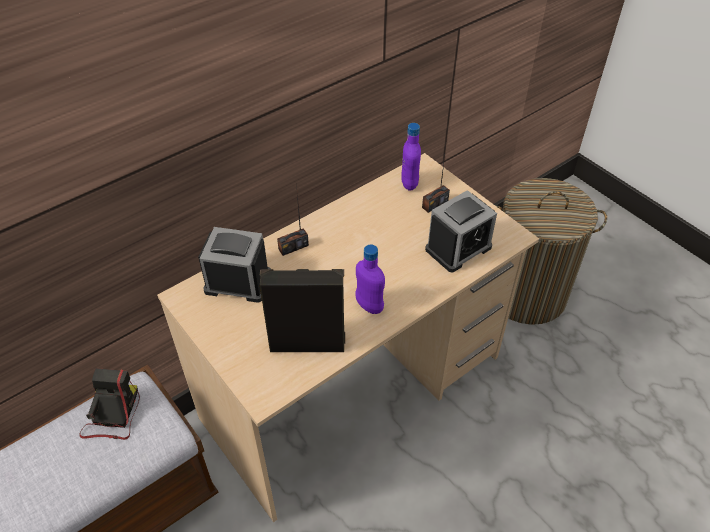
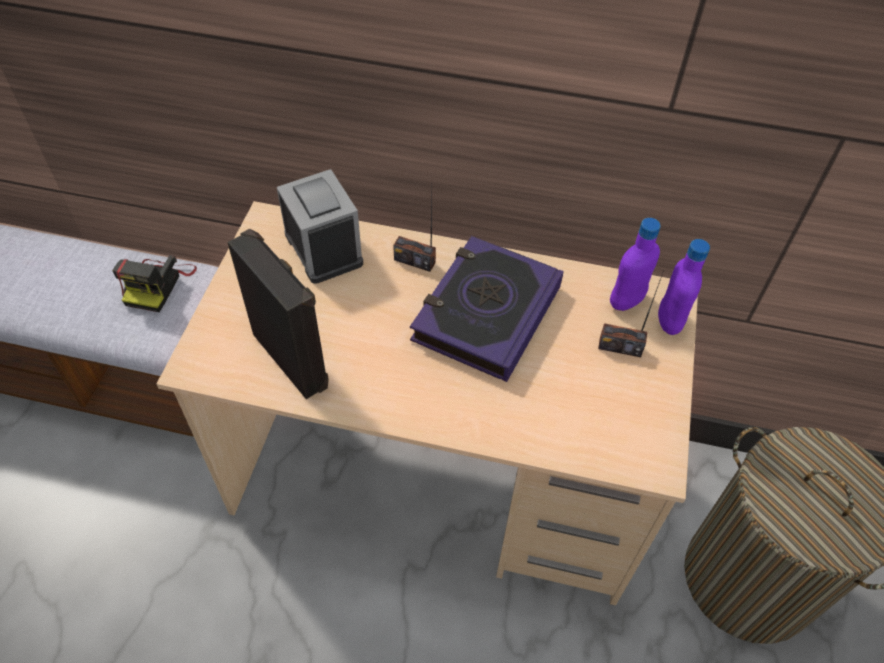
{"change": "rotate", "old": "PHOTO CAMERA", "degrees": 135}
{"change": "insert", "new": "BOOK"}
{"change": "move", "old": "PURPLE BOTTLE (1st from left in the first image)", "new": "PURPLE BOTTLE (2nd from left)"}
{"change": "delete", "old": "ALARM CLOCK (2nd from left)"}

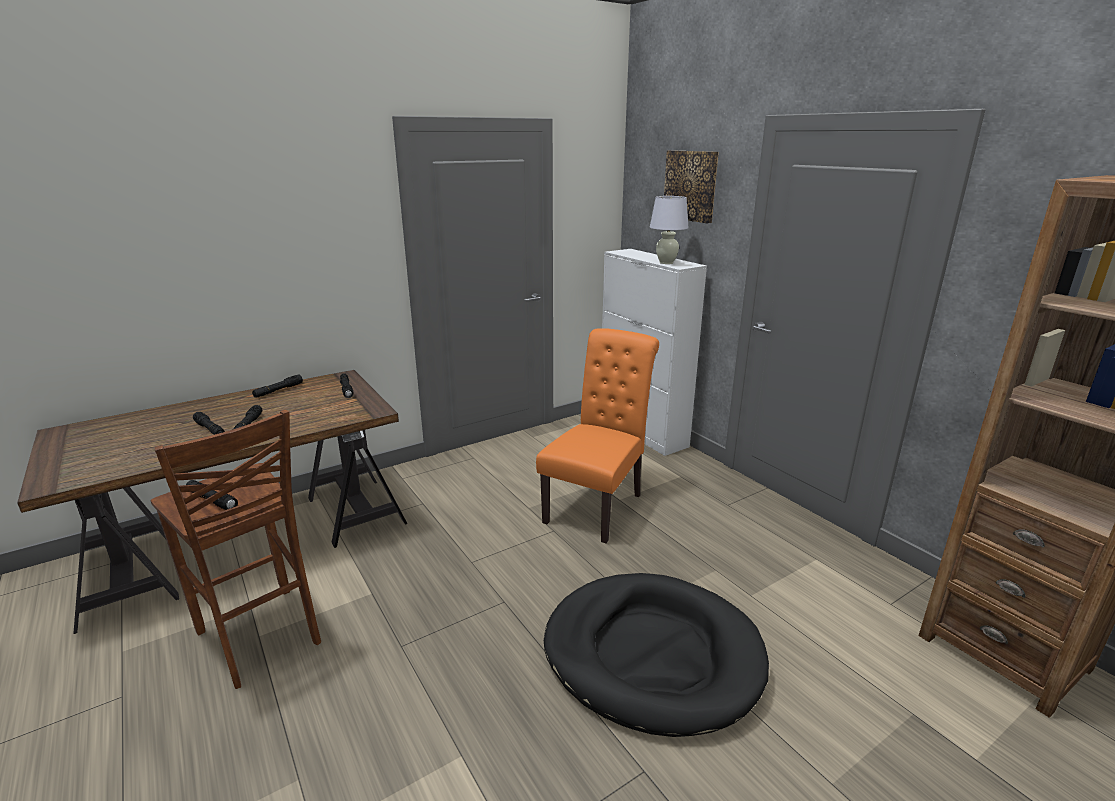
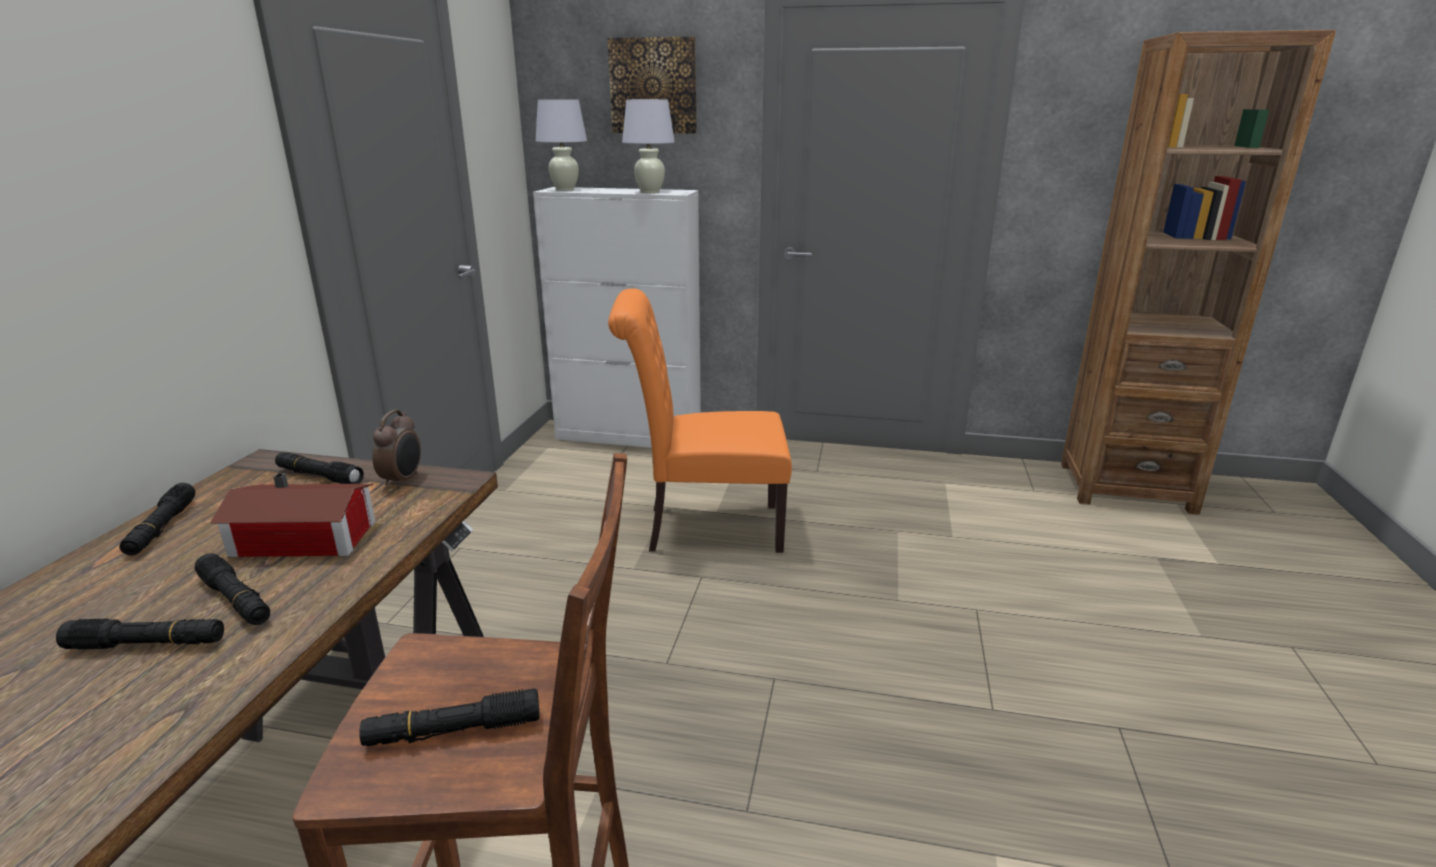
{"change": "insert", "new": "TOY HOUSE"}
{"change": "insert", "new": "ALARM CLOCK"}
{"change": "insert", "new": "WHITE TABLE LAMP (1st from left)"}
{"change": "rotate", "old": "ORANGE CHAIR", "degrees": -75}
{"change": "delete", "old": "BLACK DOG BED"}

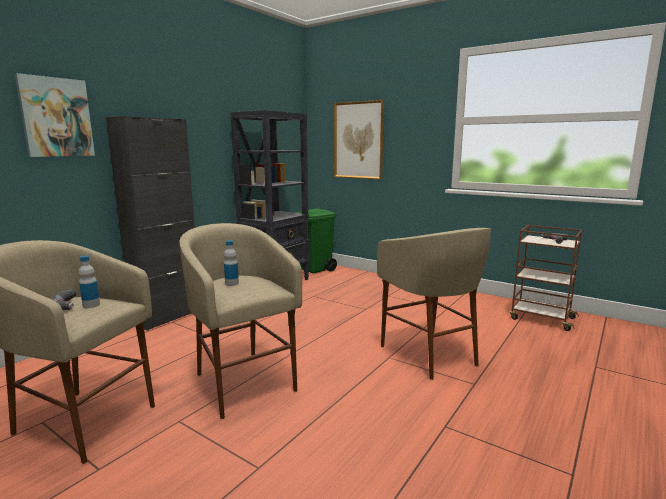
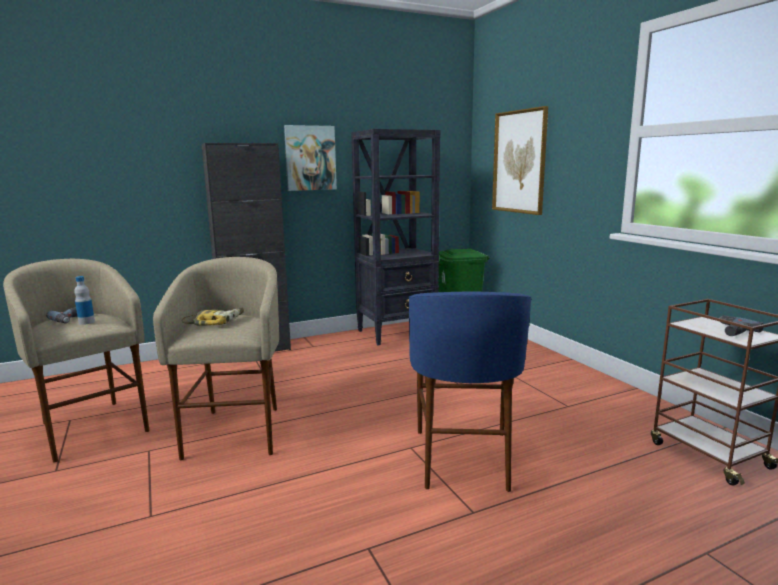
{"change": "replace", "old": "BOTTLE (2nd from left)", "new": "POWER DRILL (2nd from left)"}
{"change": "move", "old": "PICTURE (1st from left)"}
{"change": "recolor", "old": "BEIGE STOOL (3rd from left)", "new": "BLUE STOOL"}

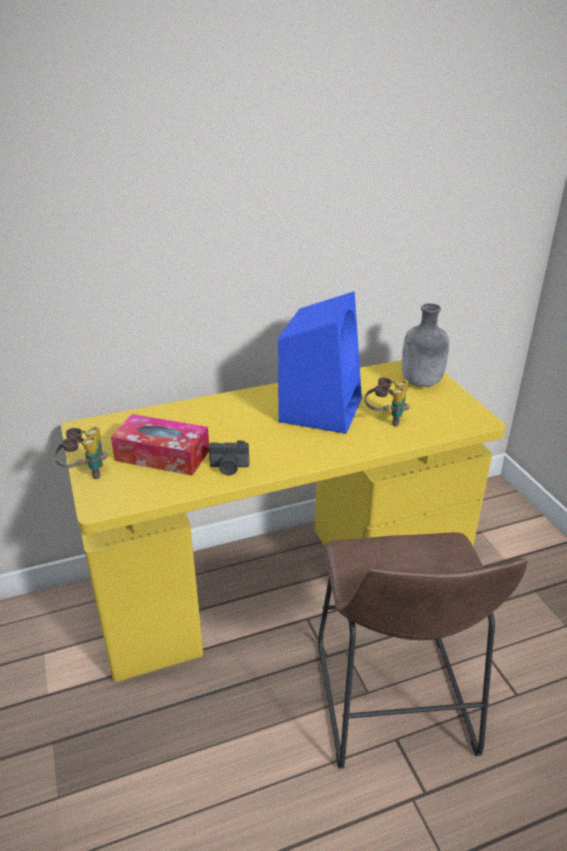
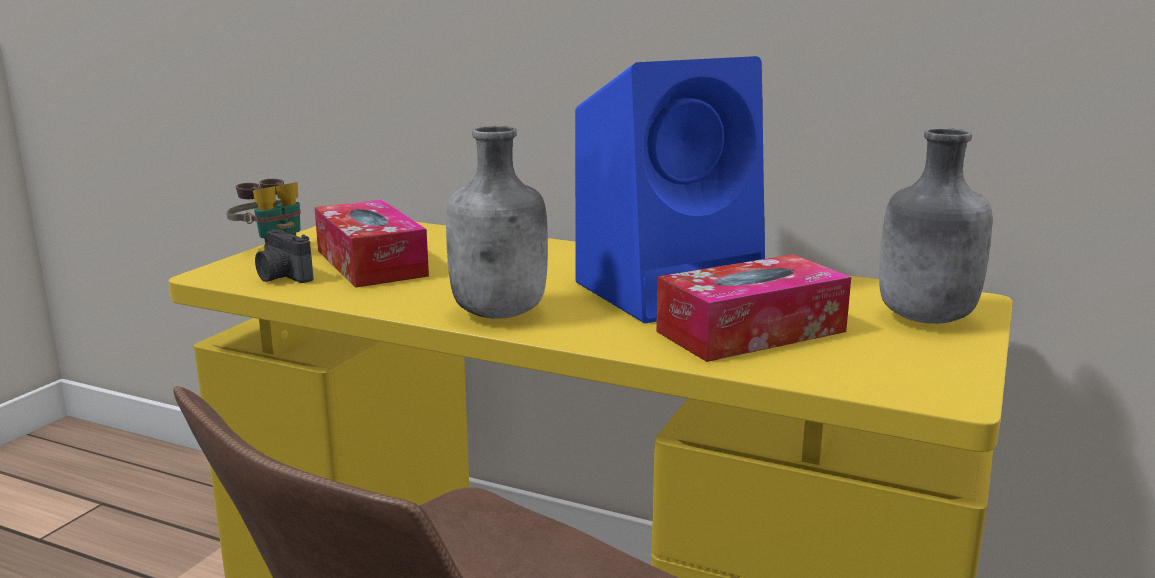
{"change": "move", "old": "PHOTO CAMERA"}
{"change": "insert", "new": "GREY BOTTLE (1st from left)"}
{"change": "replace", "old": "BINOCULARS (2nd from left)", "new": "TISSUE BOX (2nd from left)"}

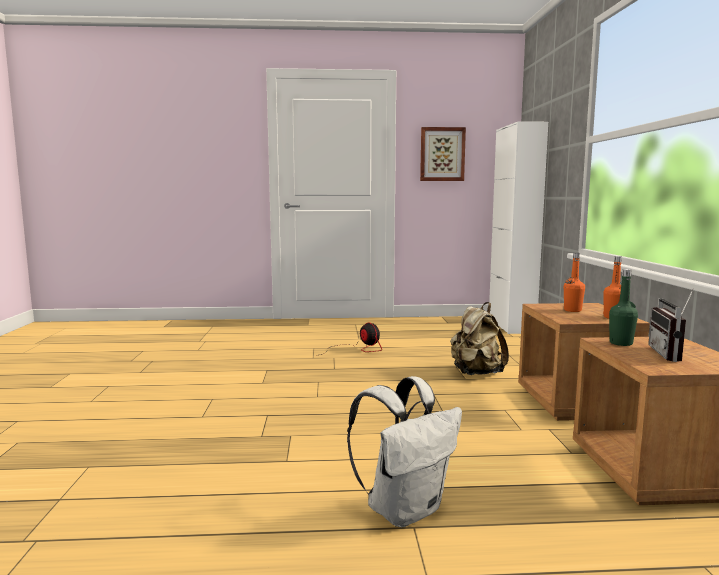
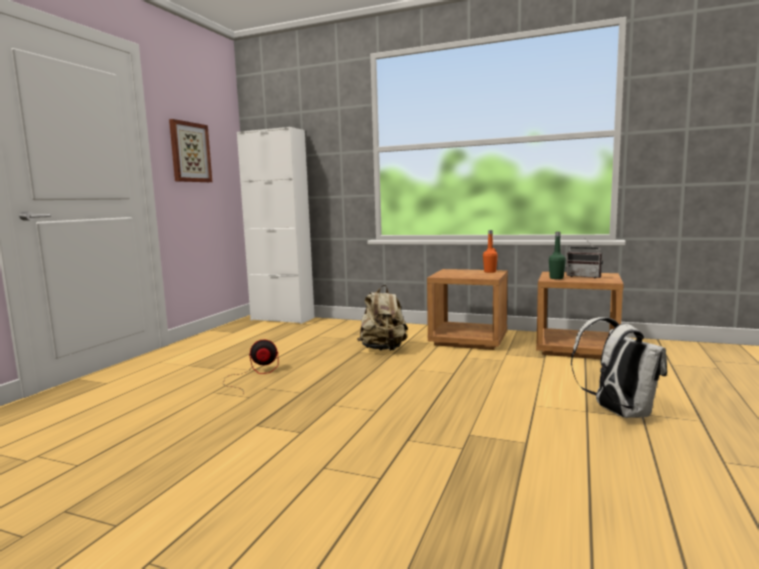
{"change": "delete", "old": "ORANGE BOTTLE (1st from left)"}

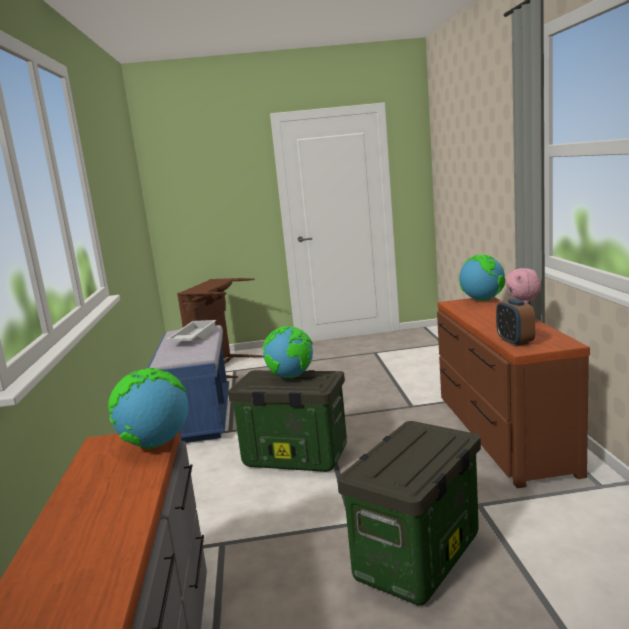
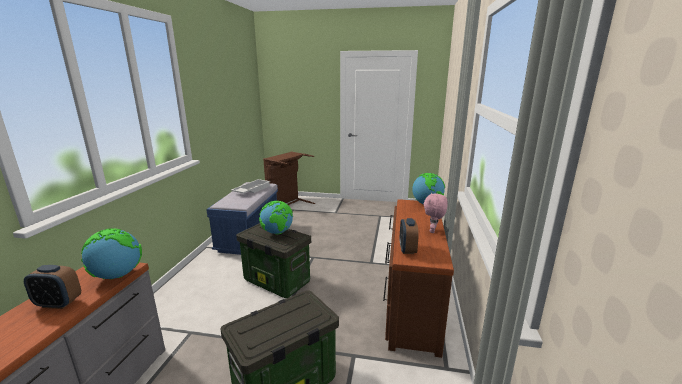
{"change": "insert", "new": "ALARM CLOCK (1st from left)"}

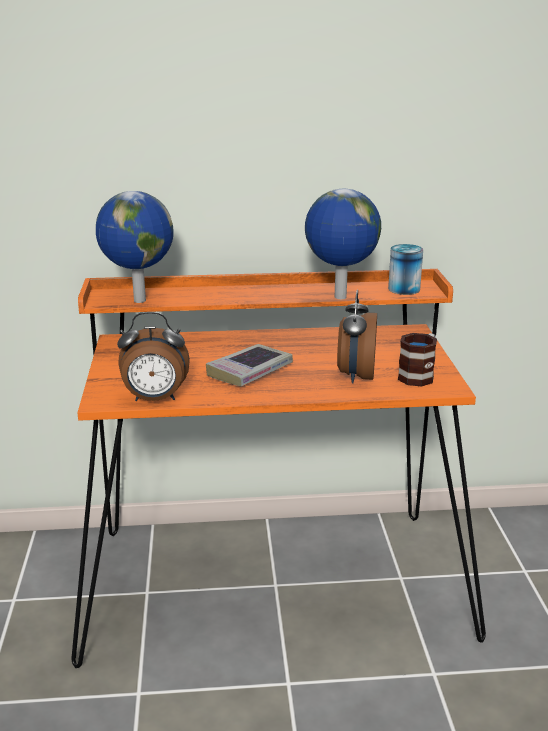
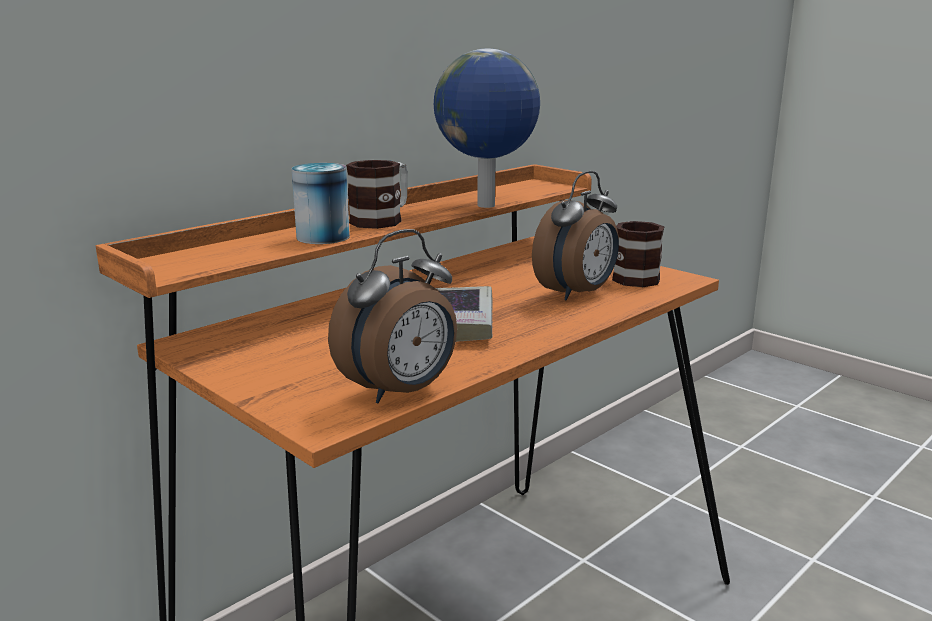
{"change": "move", "old": "CAN"}
{"change": "insert", "new": "MUG (1st from left)"}
{"change": "rotate", "old": "ALARM CLOCK (2nd from left)", "degrees": -105}
{"change": "delete", "old": "GLOBE (1st from left)"}

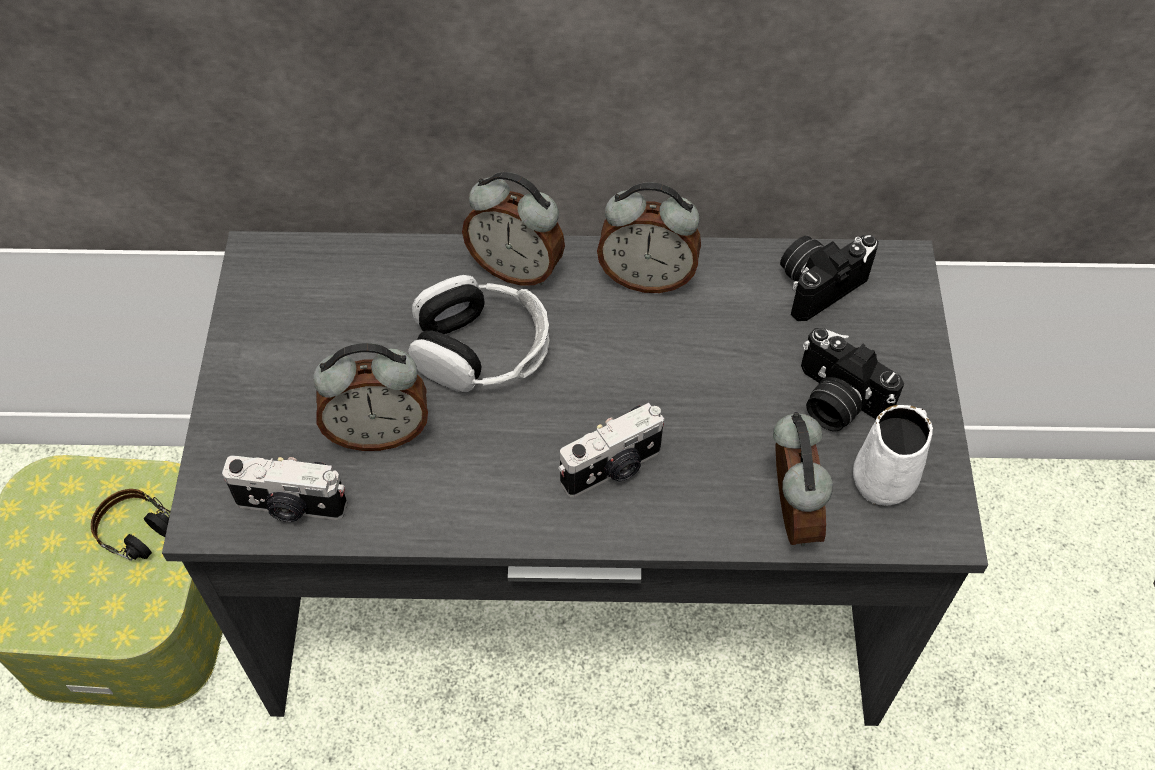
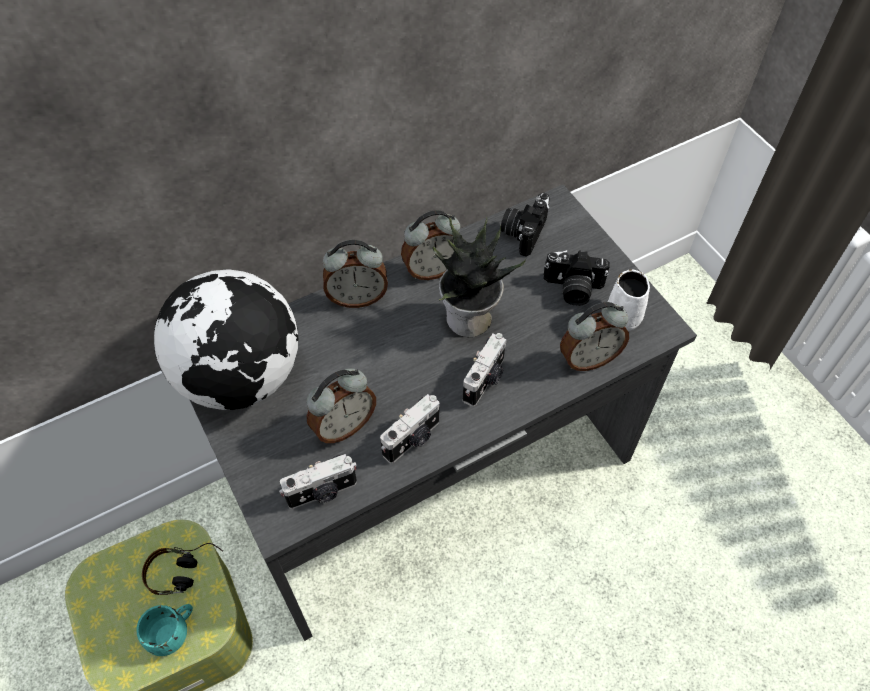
{"change": "insert", "new": "TURQUOISE MUG"}
{"change": "insert", "new": "GLOBE"}
{"change": "insert", "new": "PHOTO CAMERA (2nd from left)"}
{"change": "insert", "new": "POTTED PLANT"}
{"change": "rotate", "old": "ALARM CLOCK (4th from left)", "degrees": 105}
{"change": "delete", "old": "HEADPHONES (2nd from left)"}

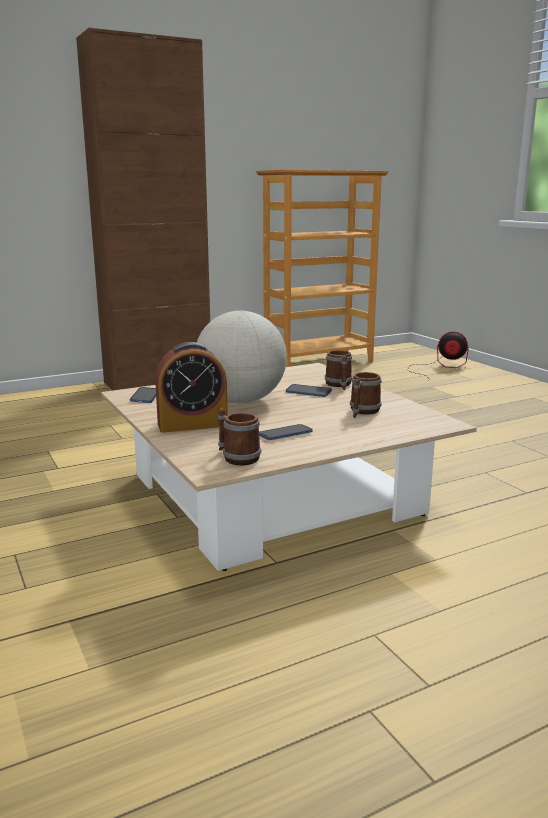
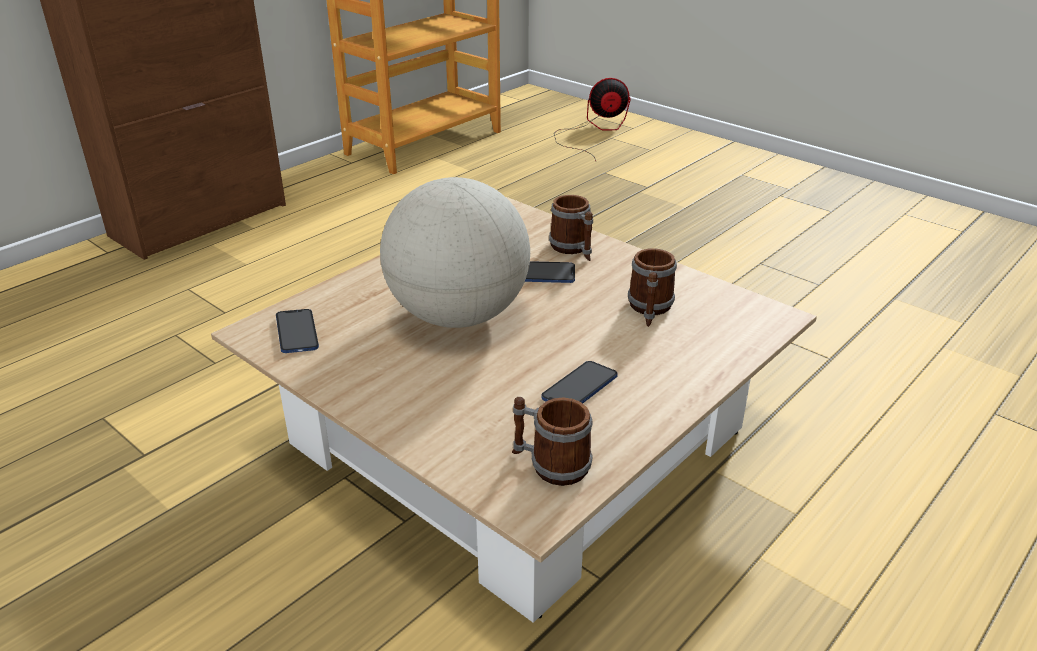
{"change": "delete", "old": "ALARM CLOCK"}

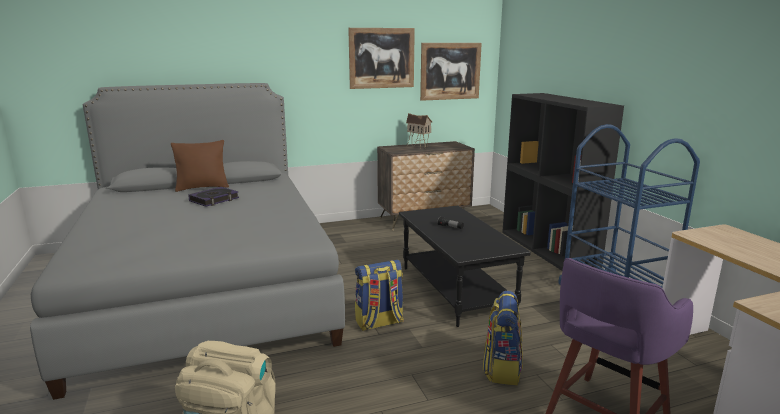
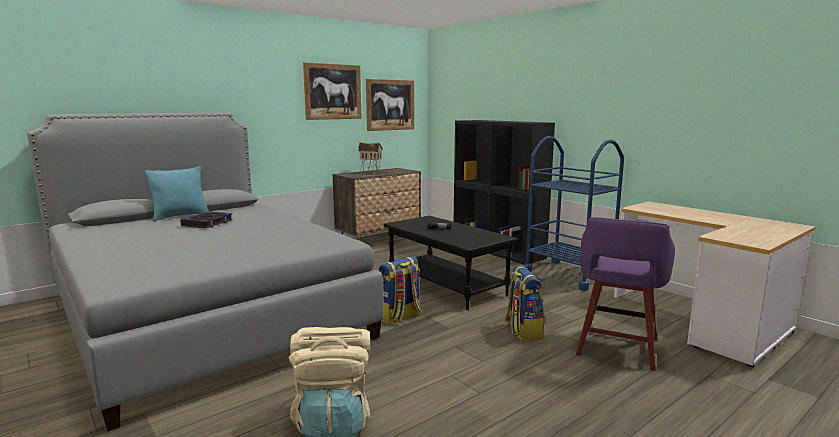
{"change": "recolor", "old": "BROWN PILLOW", "new": "TURQUOISE PILLOW"}

